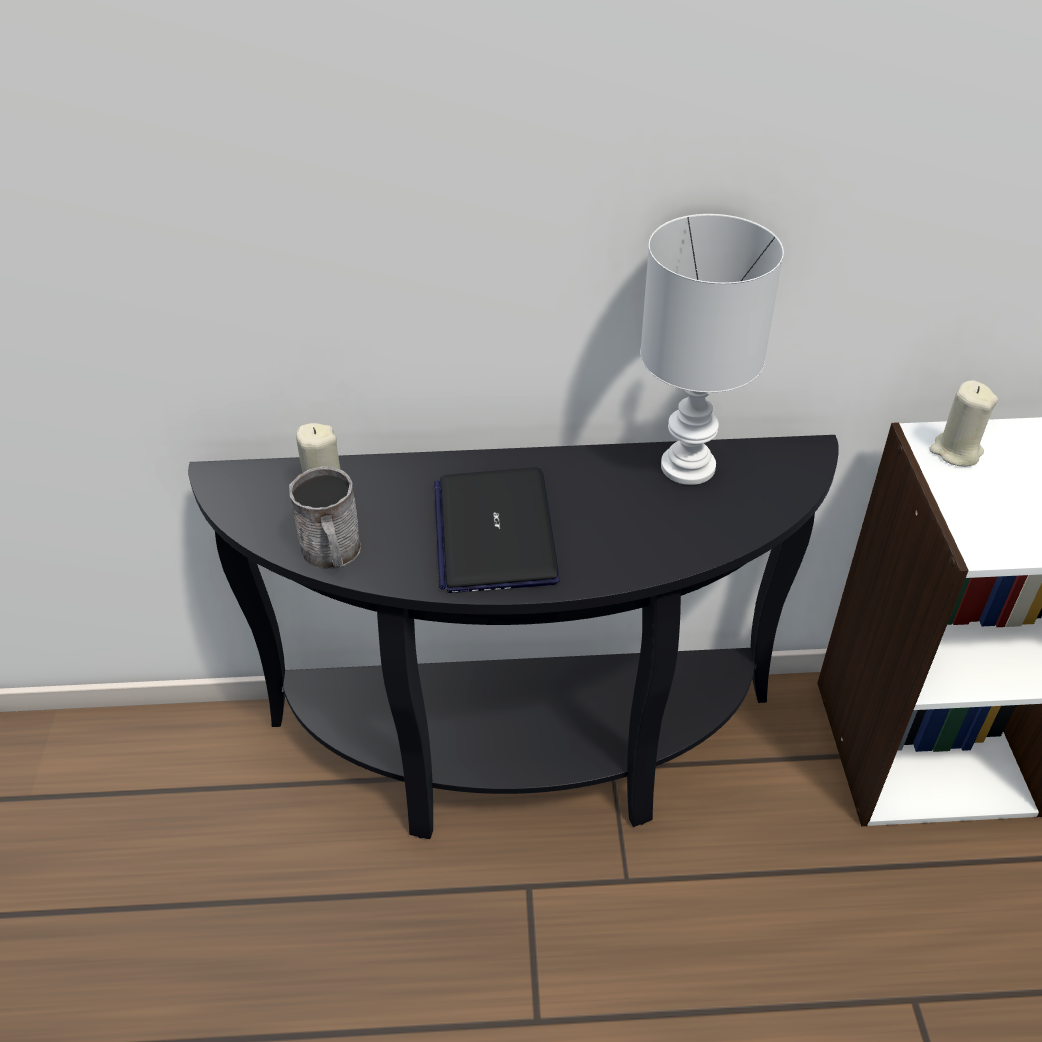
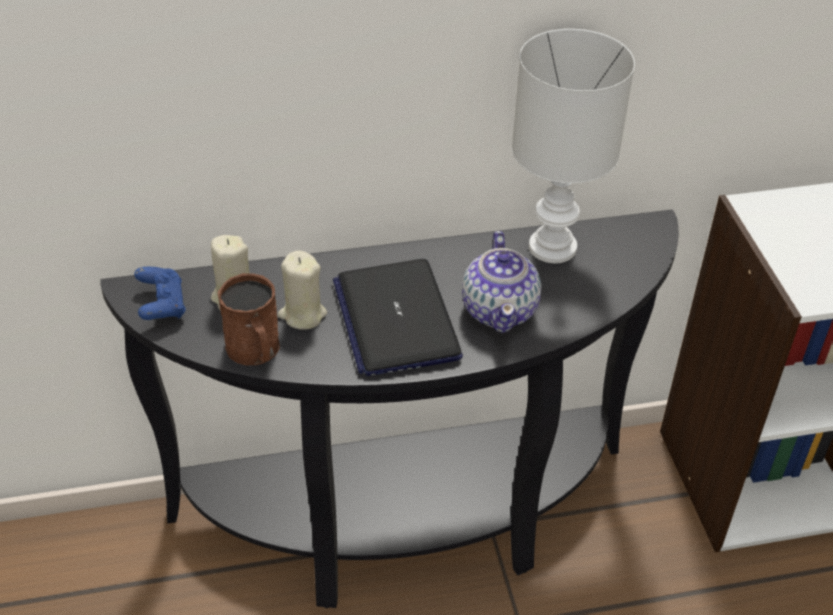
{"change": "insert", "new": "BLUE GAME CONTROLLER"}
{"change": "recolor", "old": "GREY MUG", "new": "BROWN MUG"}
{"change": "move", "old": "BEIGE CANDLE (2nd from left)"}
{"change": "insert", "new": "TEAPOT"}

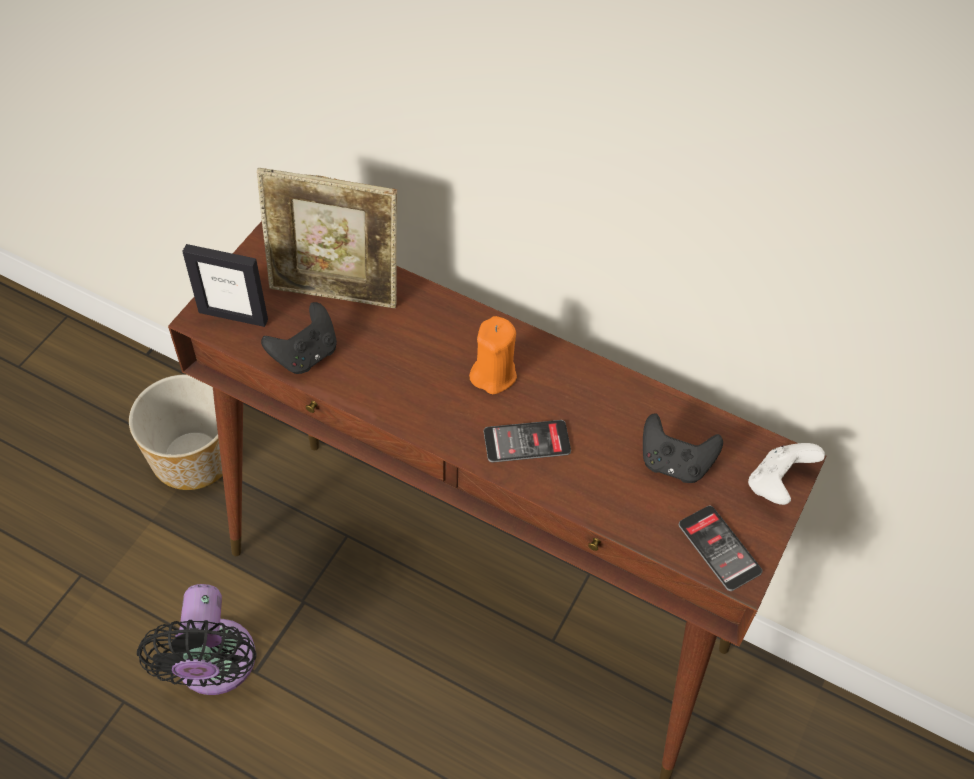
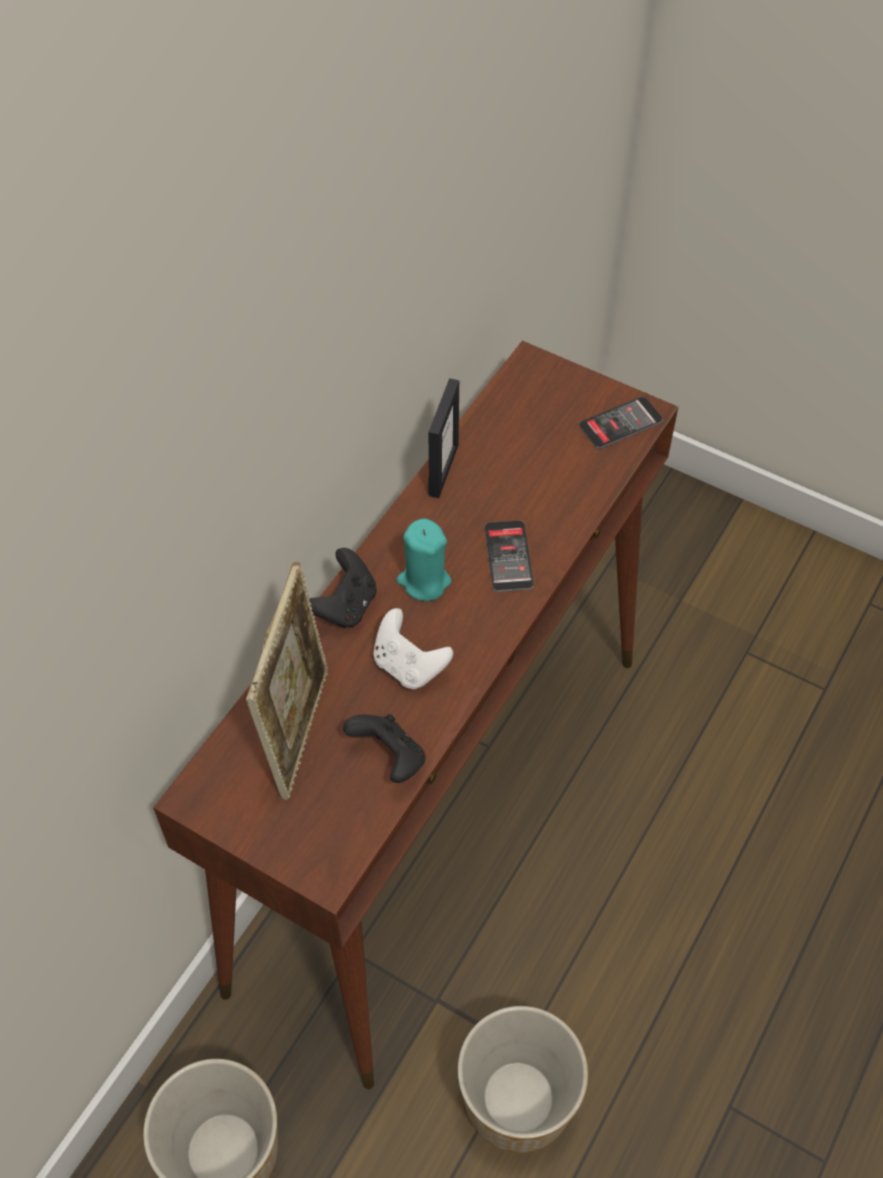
{"change": "move", "old": "BLACK GAME CONTROLLER (2nd from left in the first image)", "new": "BLACK GAME CONTROLLER (1st from left)"}
{"change": "move", "old": "WHITE GAME CONTROLLER"}
{"change": "recolor", "old": "ORANGE CANDLE", "new": "TURQUOISE CANDLE"}
{"change": "move", "old": "PICTURE FRAME (1st from left in the first image)", "new": "PICTURE FRAME (2nd from left)"}
{"change": "replace", "old": "BLACK FAN", "new": "PLANTER (2nd from left)"}

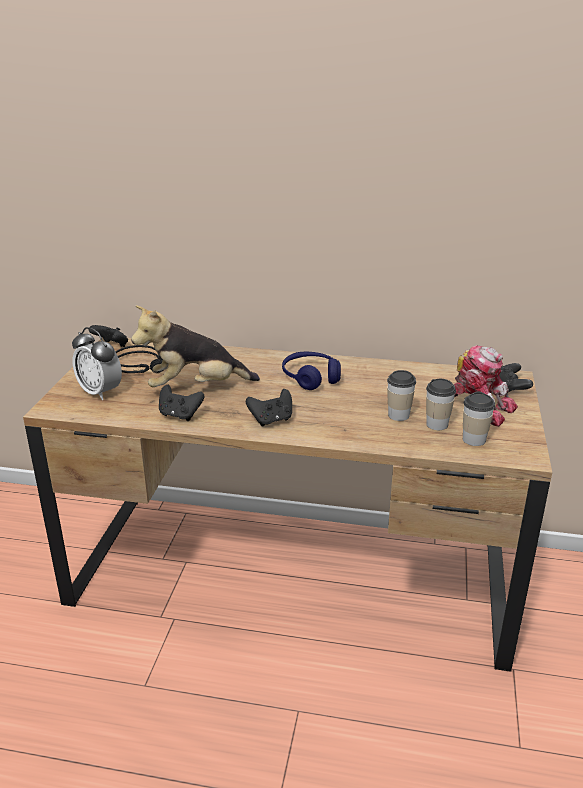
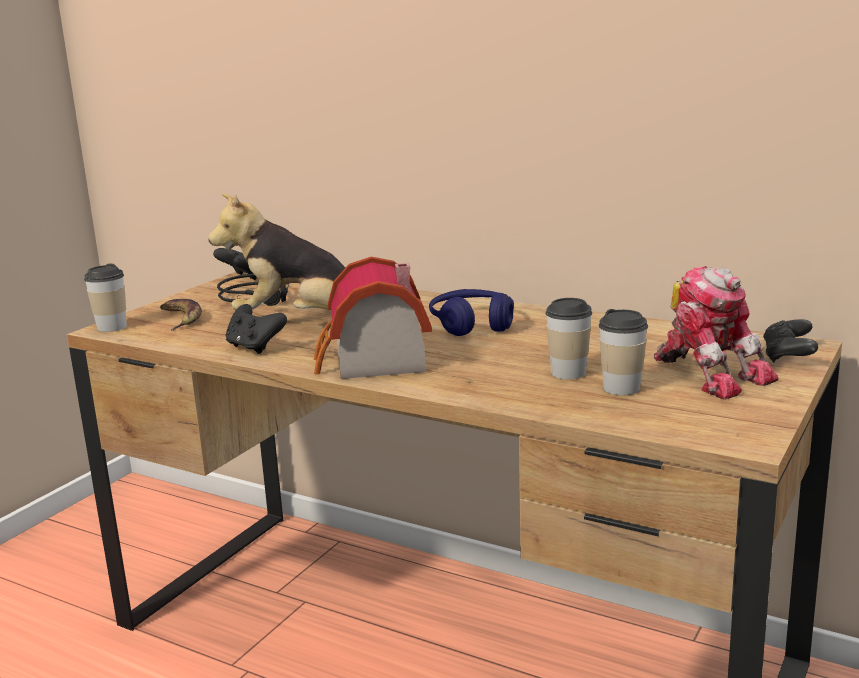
{"change": "move", "old": "CUP (3rd from left in the first image)", "new": "CUP (1st from left)"}
{"change": "replace", "old": "ALARM CLOCK", "new": "BANANA"}
{"change": "replace", "old": "BLACK GAME CONTROLLER (3rd from left)", "new": "TOY HOUSE"}

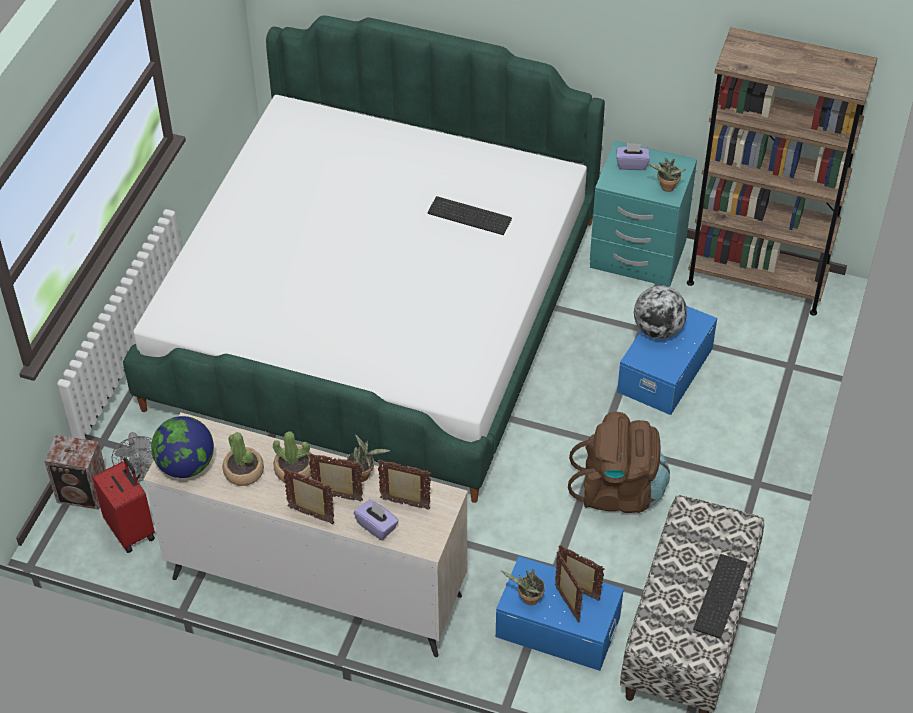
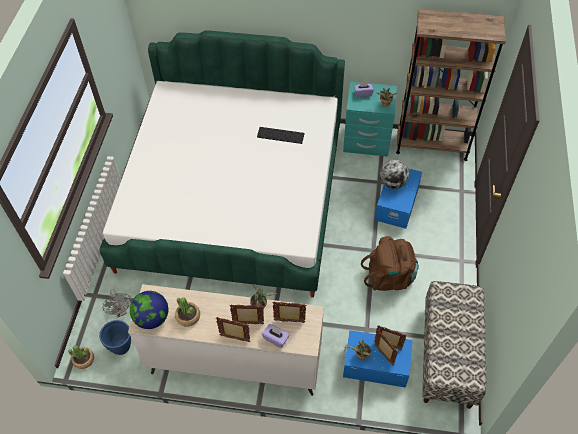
{"change": "move", "old": "POTTED PLANT (2nd from left in the first image)", "new": "POTTED PLANT (1st from left)"}
{"change": "replace", "old": "RED SUITCASE", "new": "BLUE PLANTER"}
{"change": "delete", "old": "SPEAKER"}
{"change": "delete", "old": "KEYBOARD (2nd from left)"}

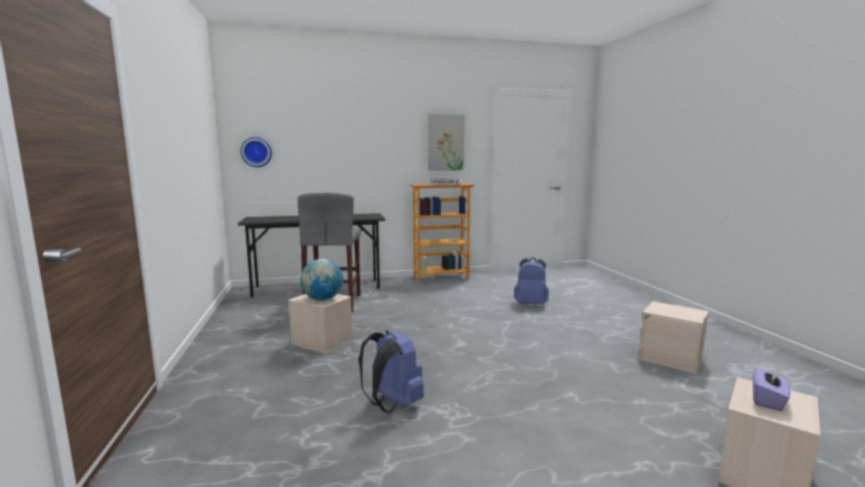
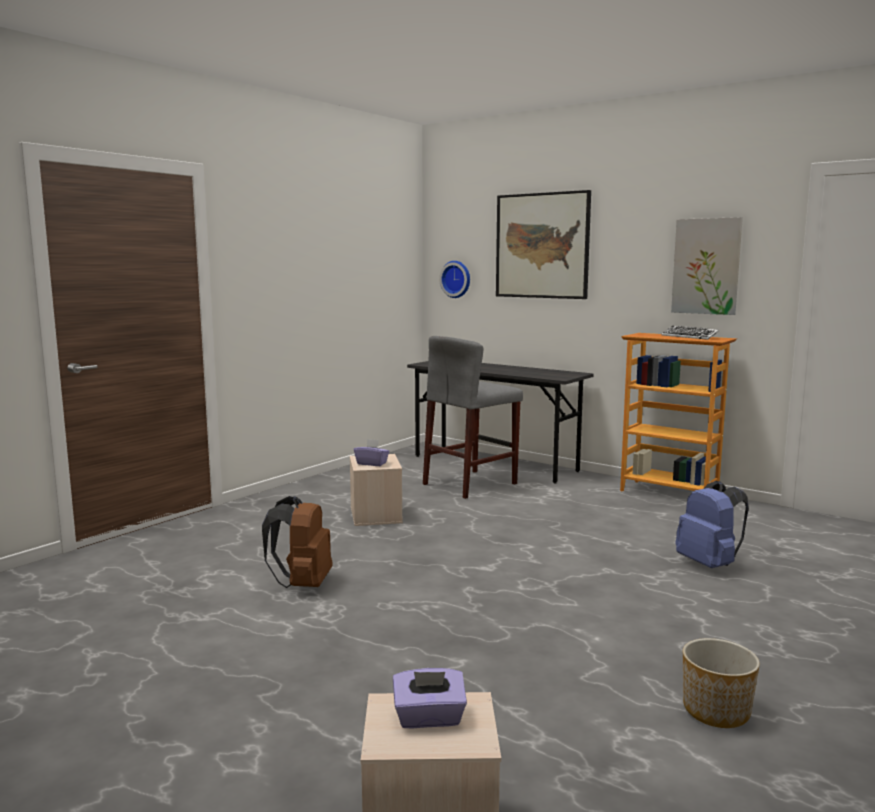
{"change": "recolor", "old": "BLUE BACKPACK (1st from left)", "new": "BROWN BACKPACK"}
{"change": "replace", "old": "GLOBE", "new": "PURPLE TISSUE BOX (1st from left)"}
{"change": "insert", "new": "PICTURE (1st from left)"}
{"change": "replace", "old": "BEIGE STORAGE BOX (2nd from left)", "new": "PLANTER"}

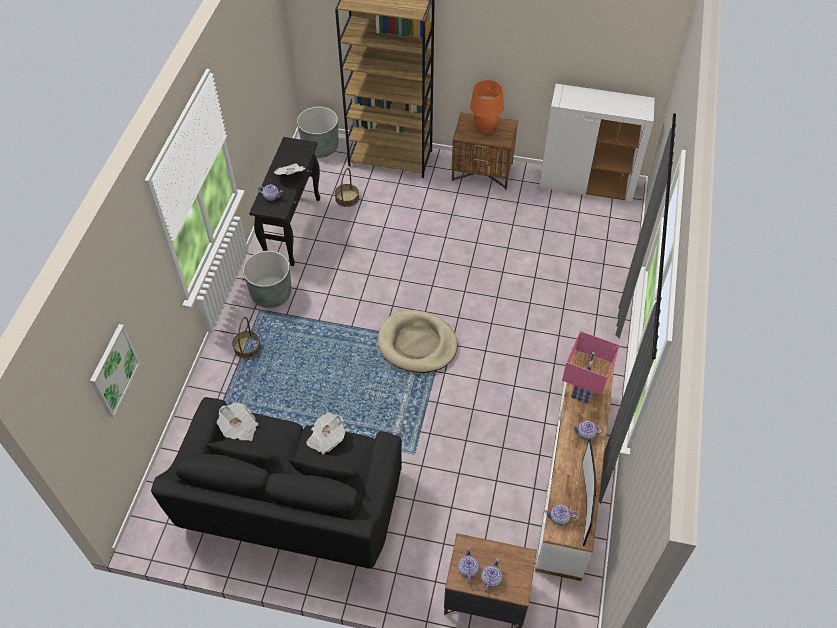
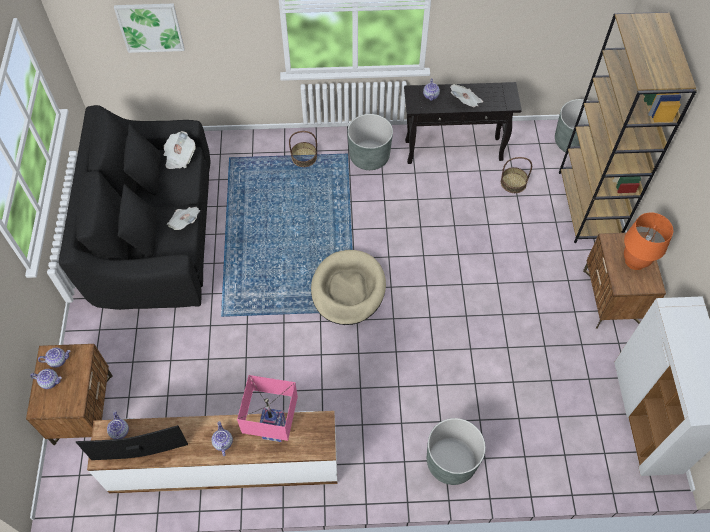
{"change": "insert", "new": "GREY PLANTER (2nd from left)"}

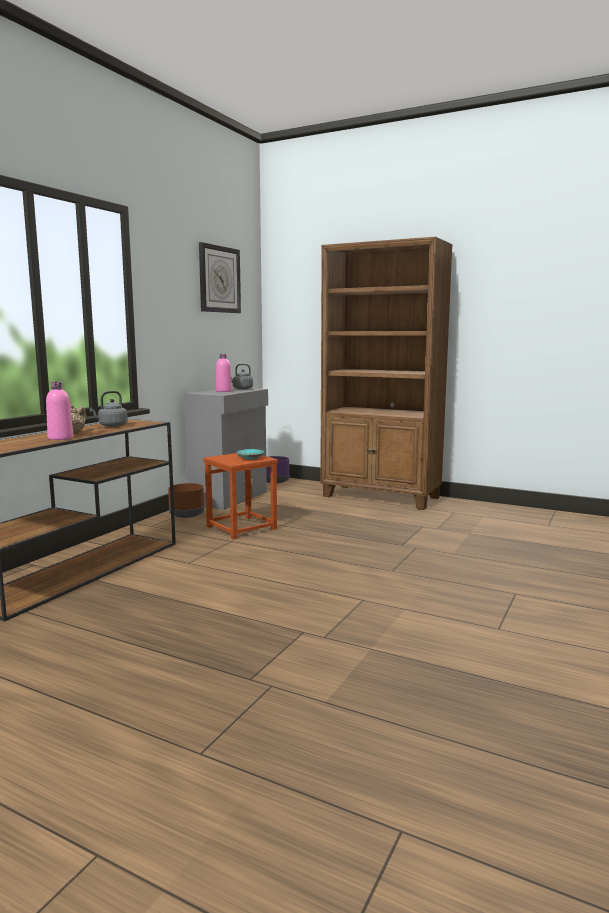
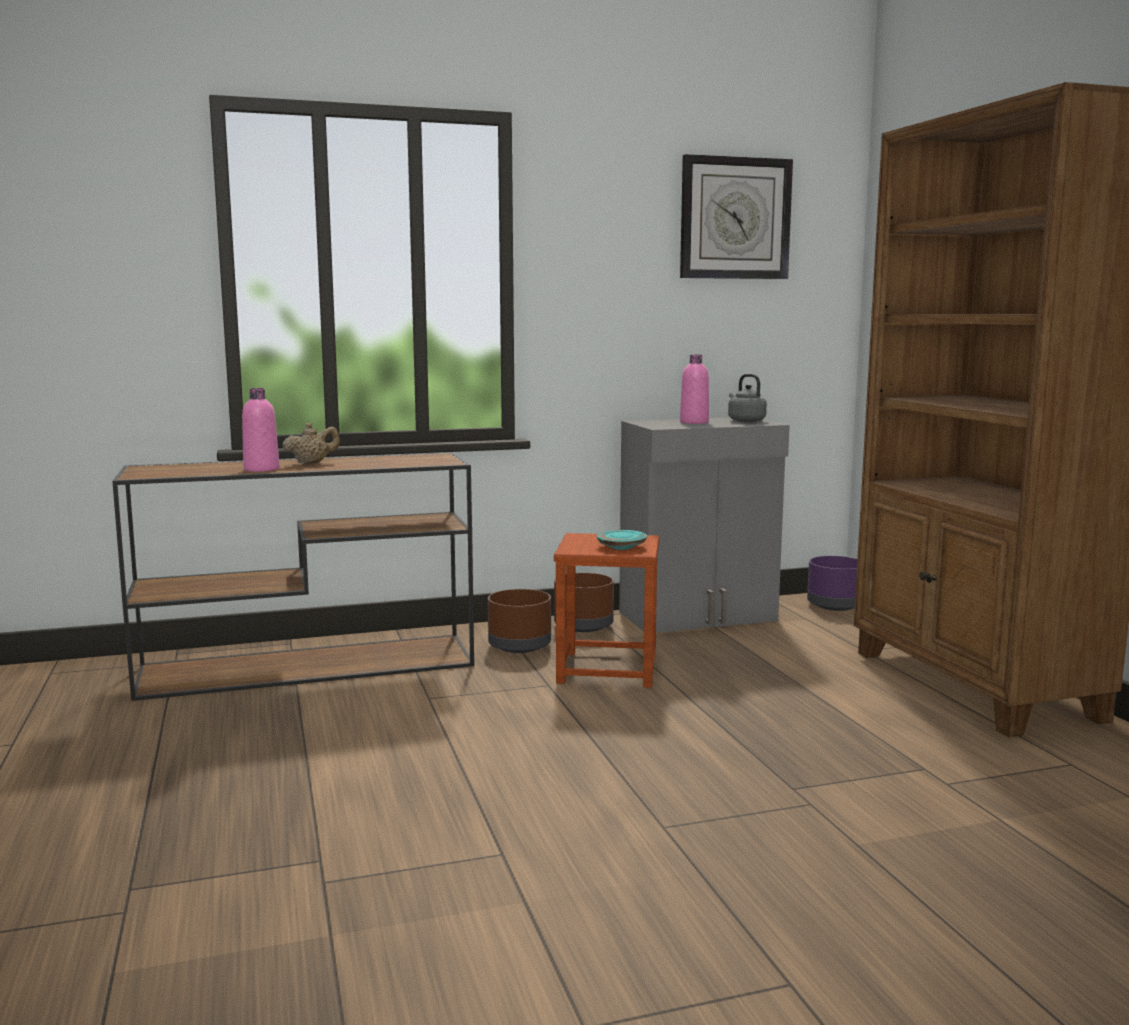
{"change": "insert", "new": "BROWN PLANTER (1st from left)"}
{"change": "delete", "old": "GREY KETTLE (1st from left)"}

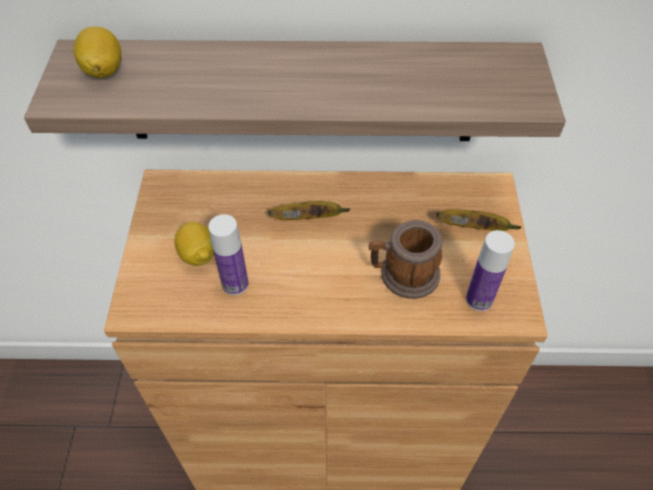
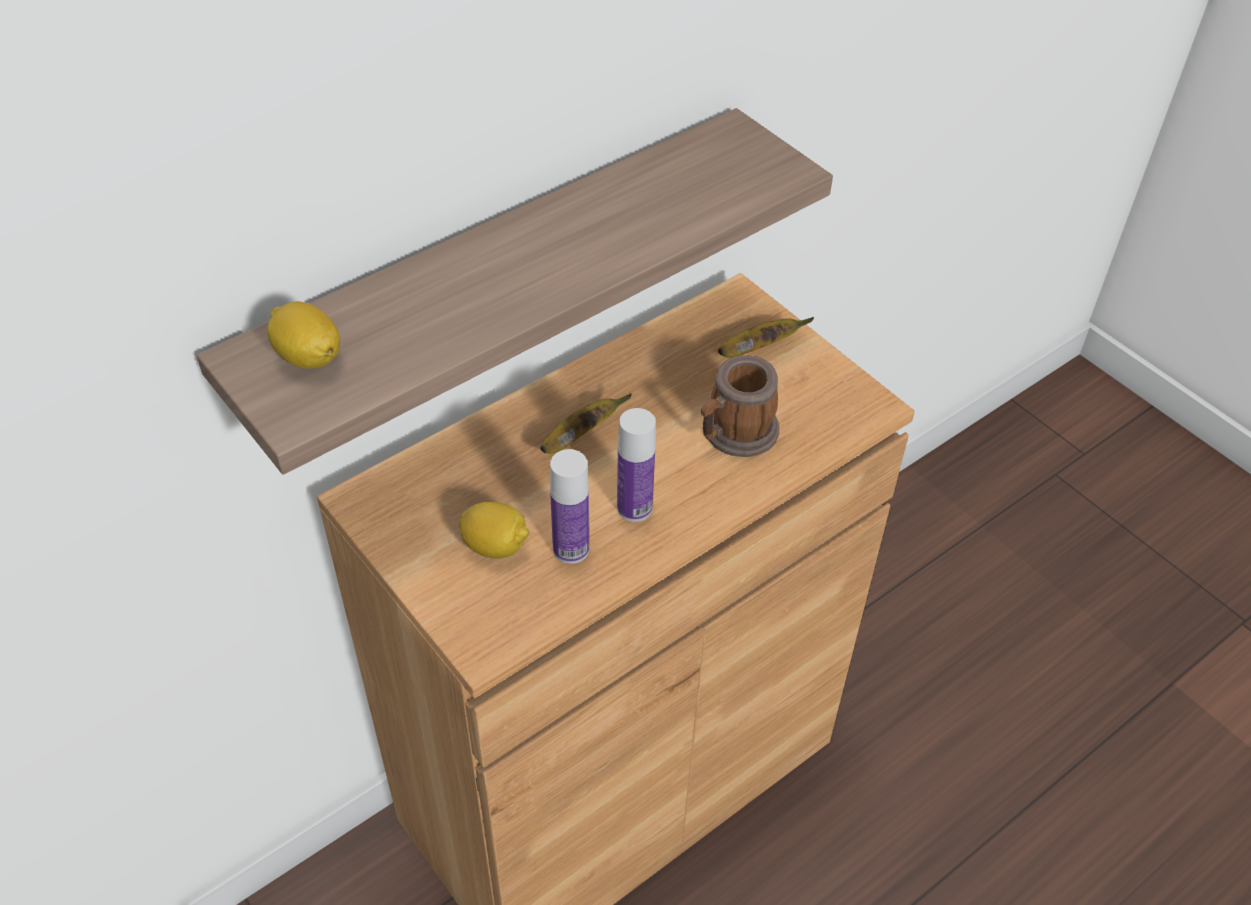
{"change": "move", "old": "BOTTLE (2nd from left)"}

